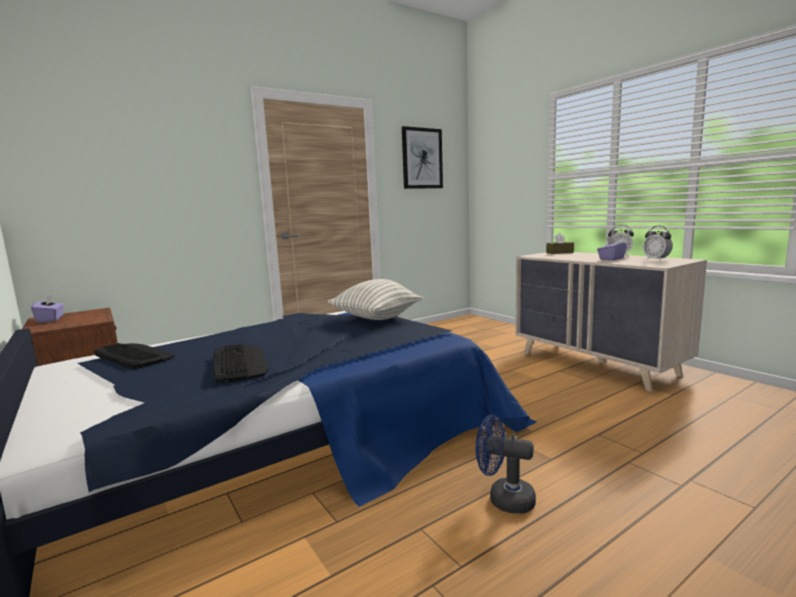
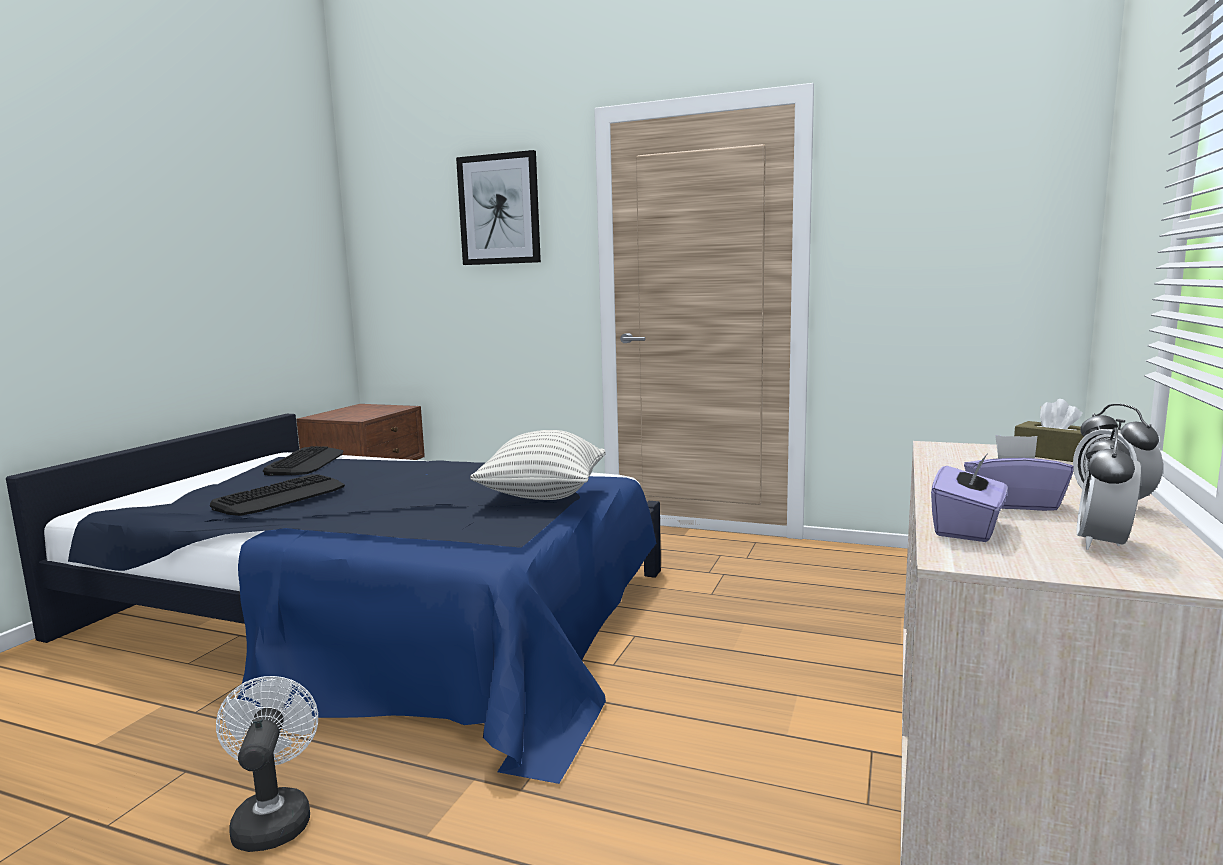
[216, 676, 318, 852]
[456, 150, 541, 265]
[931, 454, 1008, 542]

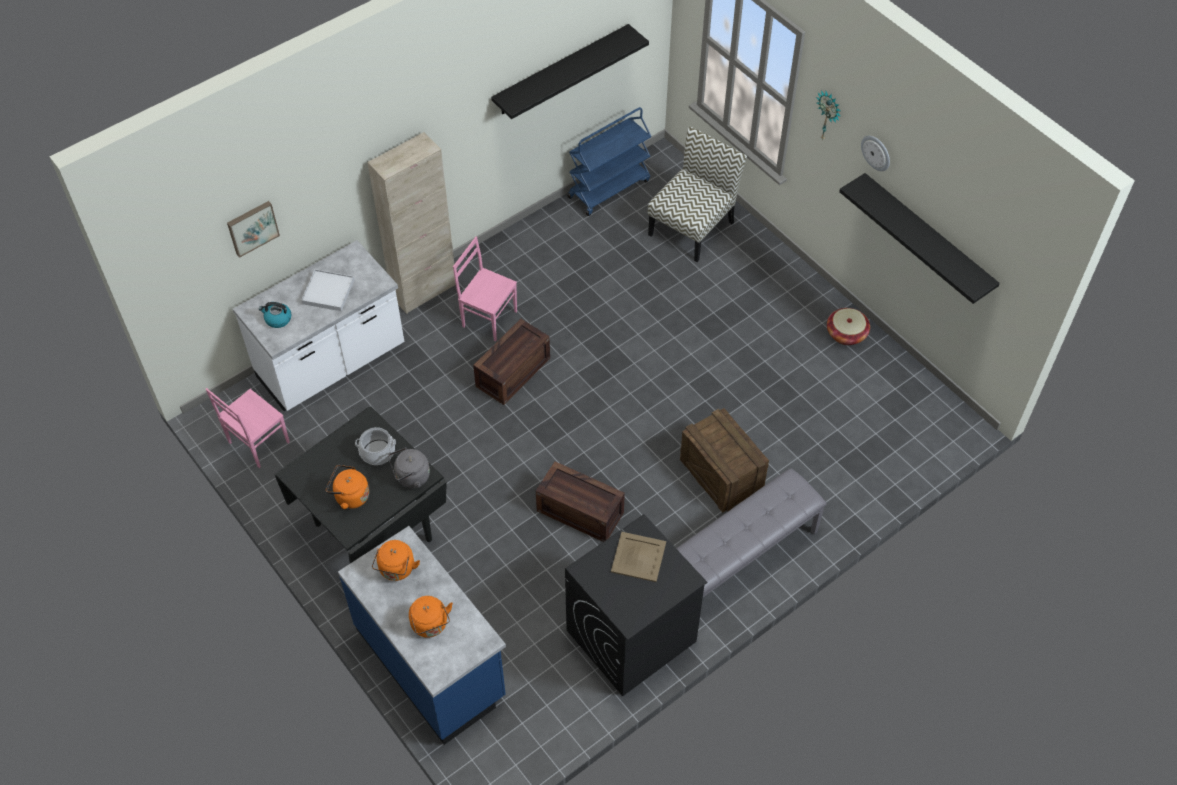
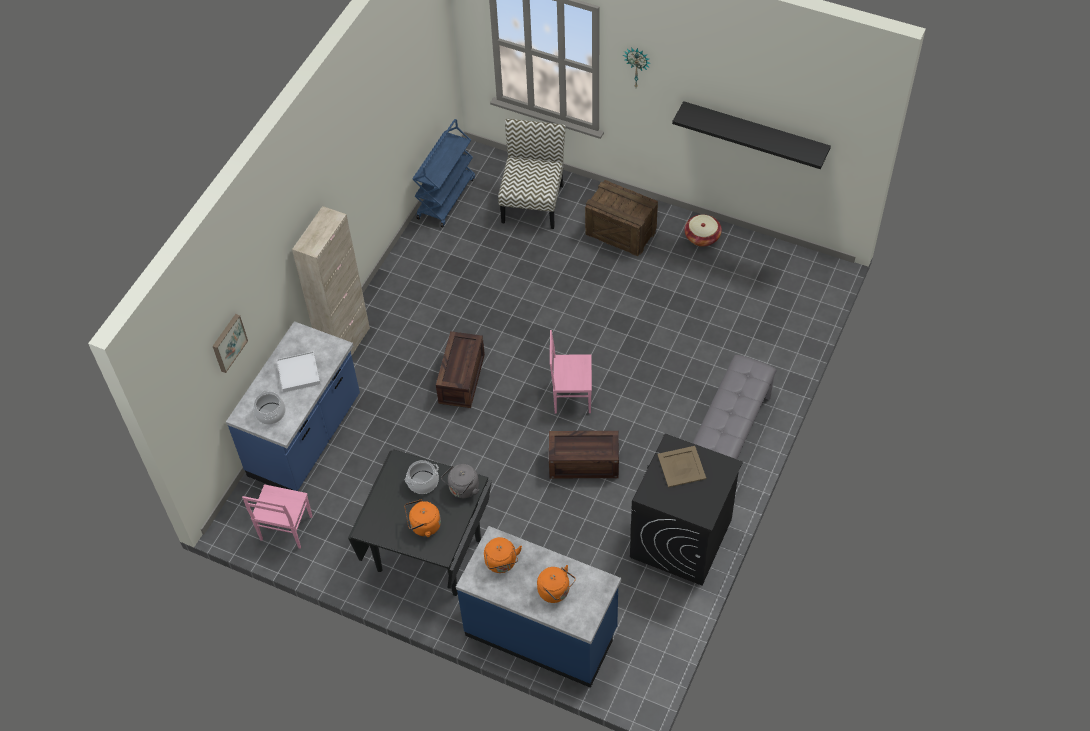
[226, 321, 360, 491]
[253, 391, 286, 425]
[550, 330, 592, 413]
[585, 180, 658, 256]
[491, 24, 649, 119] (first image)
[861, 136, 890, 171] (first image)

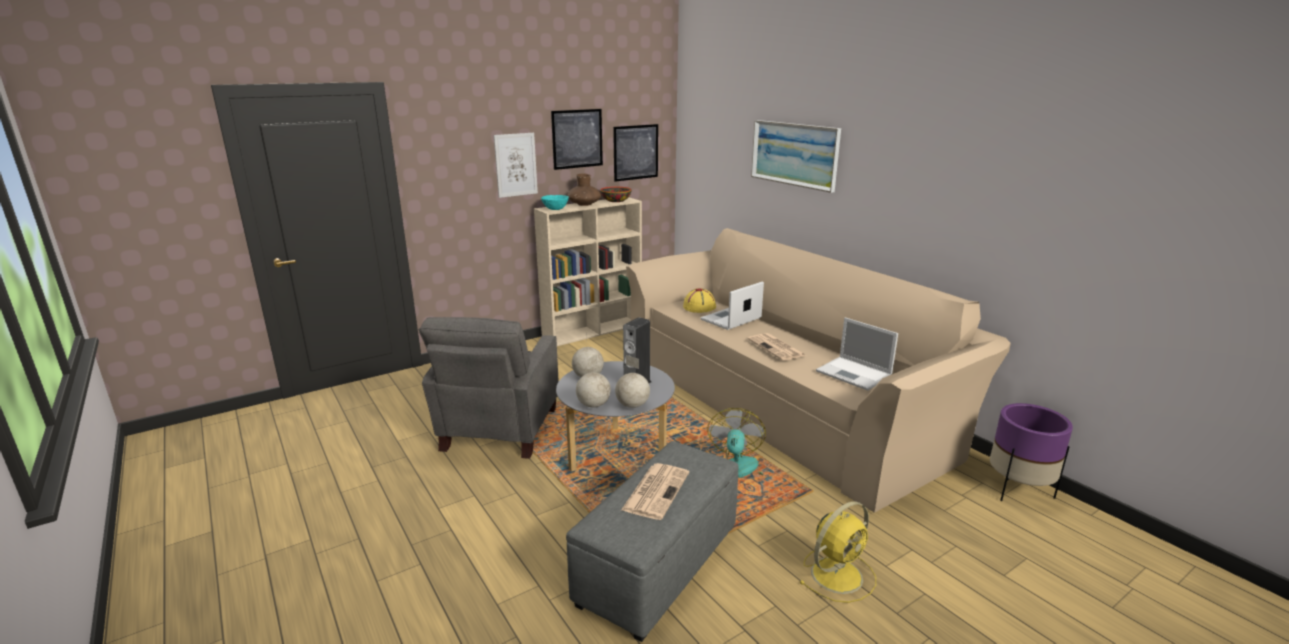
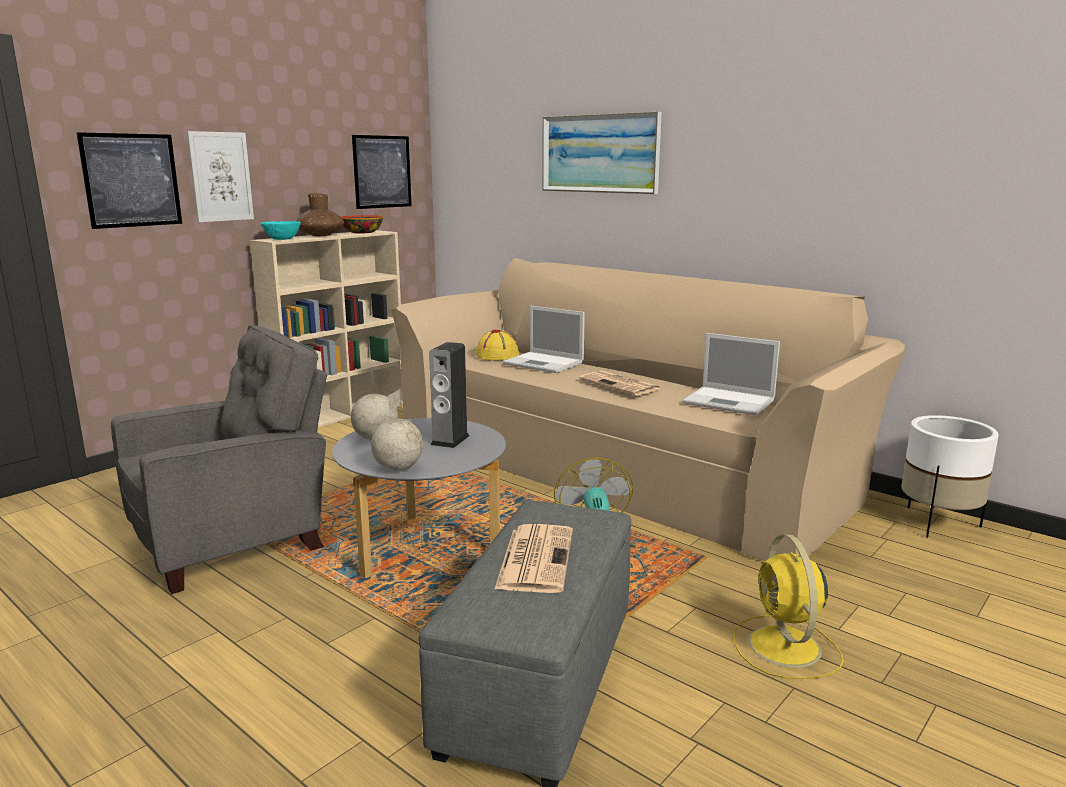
[76, 132, 182, 229]
[111, 325, 327, 594]
[503, 306, 585, 373]
[734, 534, 844, 679]
[901, 415, 999, 538]
[615, 355, 650, 408] (first image)

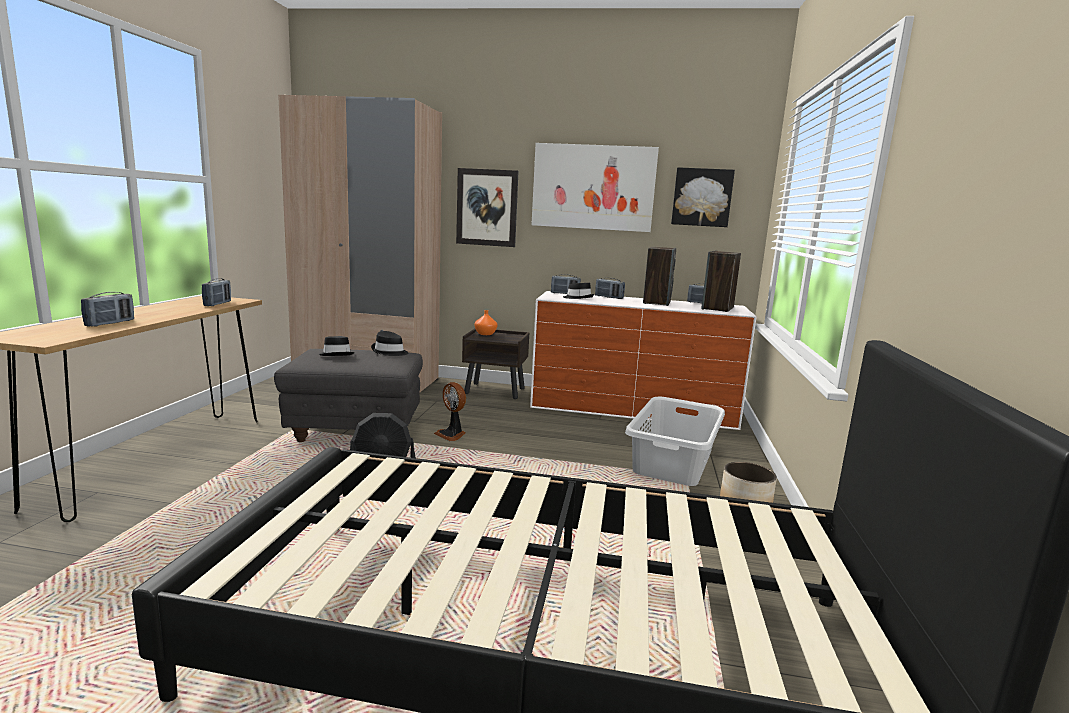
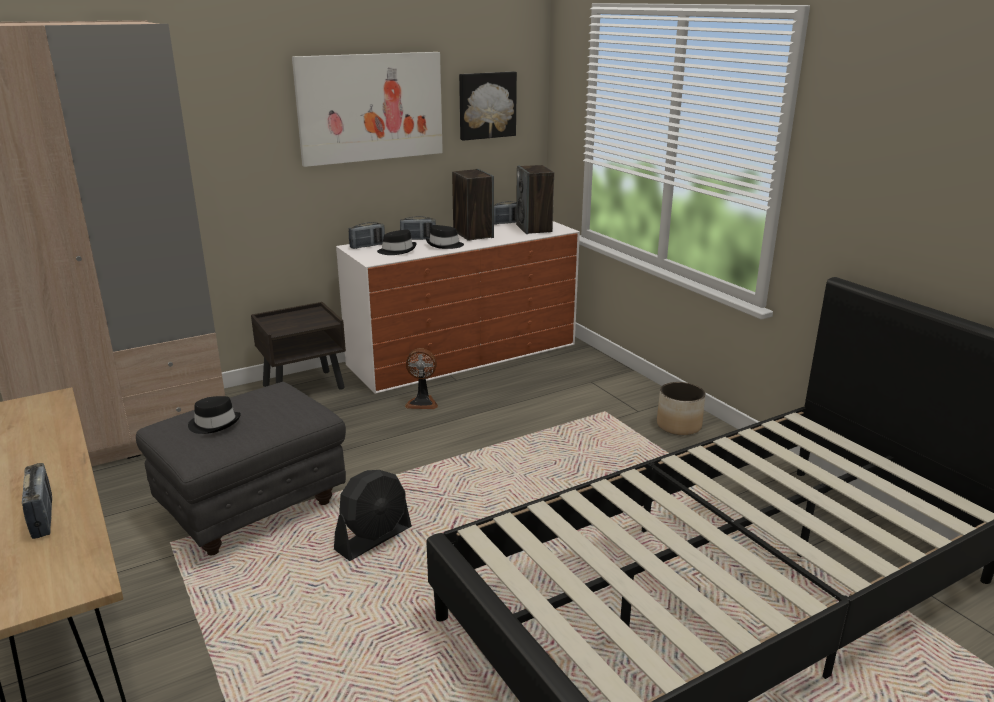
[405, 348, 438, 409]
[426, 225, 464, 249]
[202, 278, 231, 306] (first image)
[456, 168, 519, 247] (first image)
[474, 310, 498, 335] (first image)
[625, 396, 725, 486] (first image)

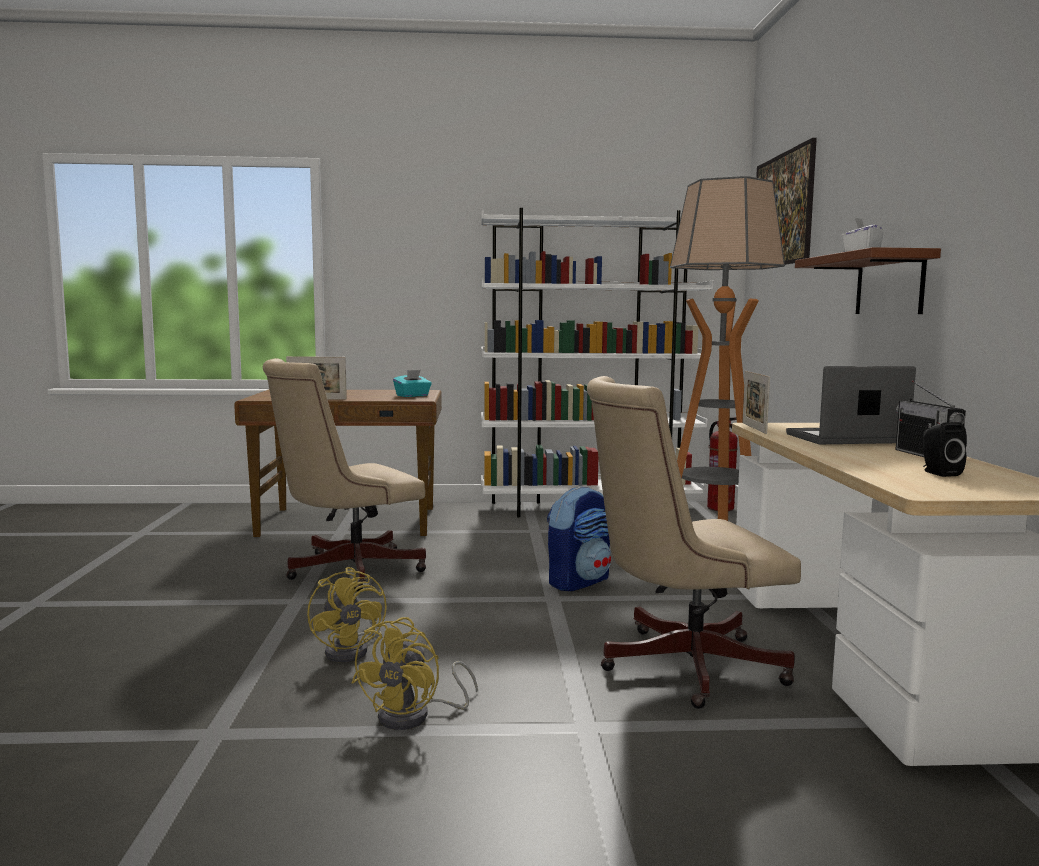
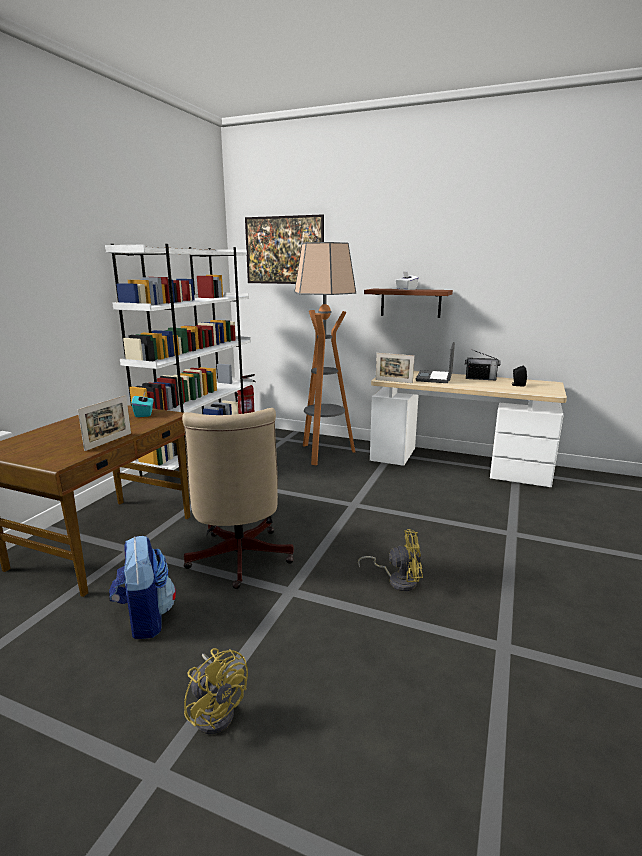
[109, 536, 176, 639]
[184, 648, 248, 734]
[587, 376, 801, 709] (first image)

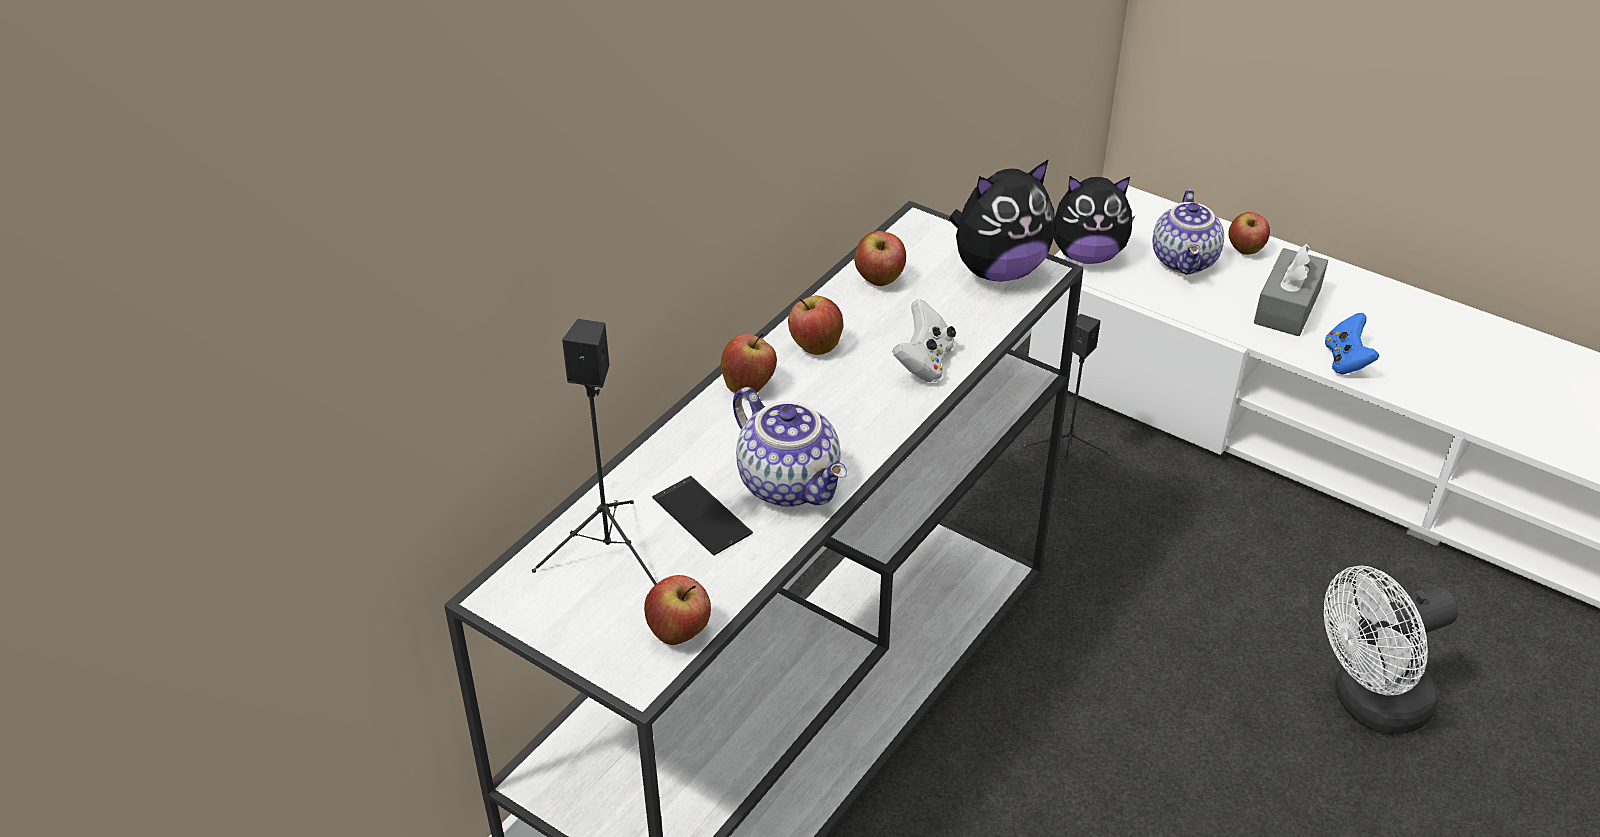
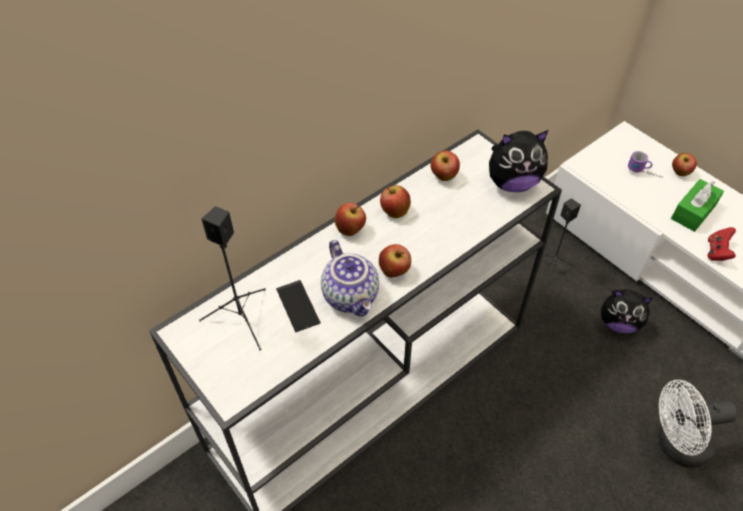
[379, 244, 411, 277]
[601, 289, 653, 333]
[628, 151, 663, 178]
[671, 179, 724, 232]
[707, 227, 736, 261]
[892, 299, 956, 382] (first image)

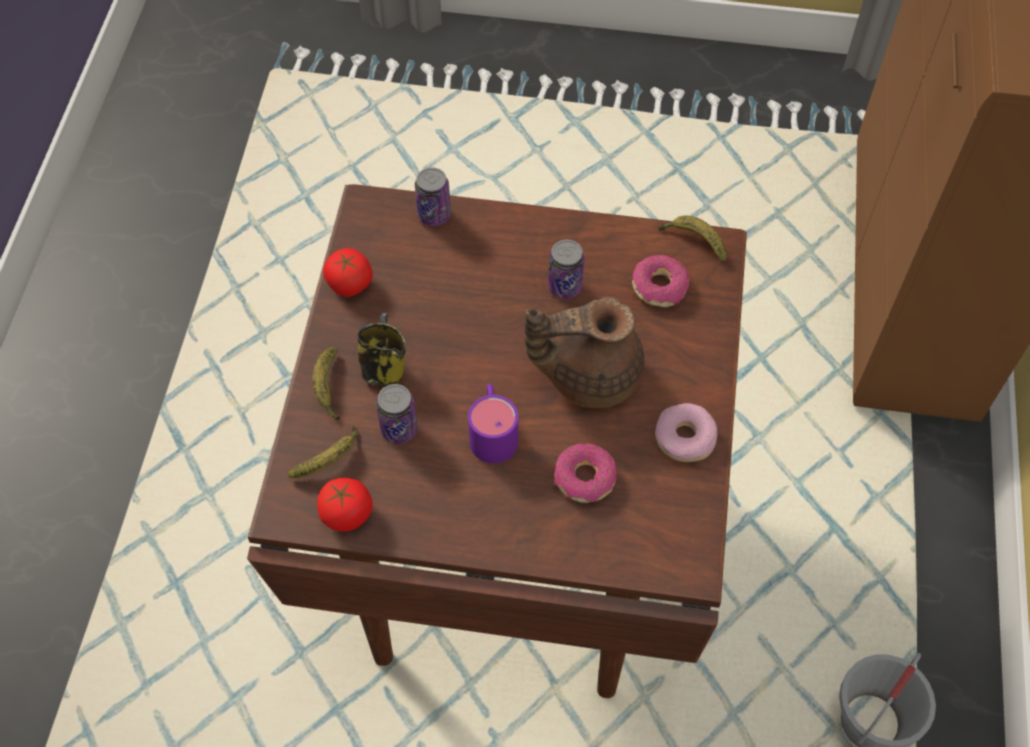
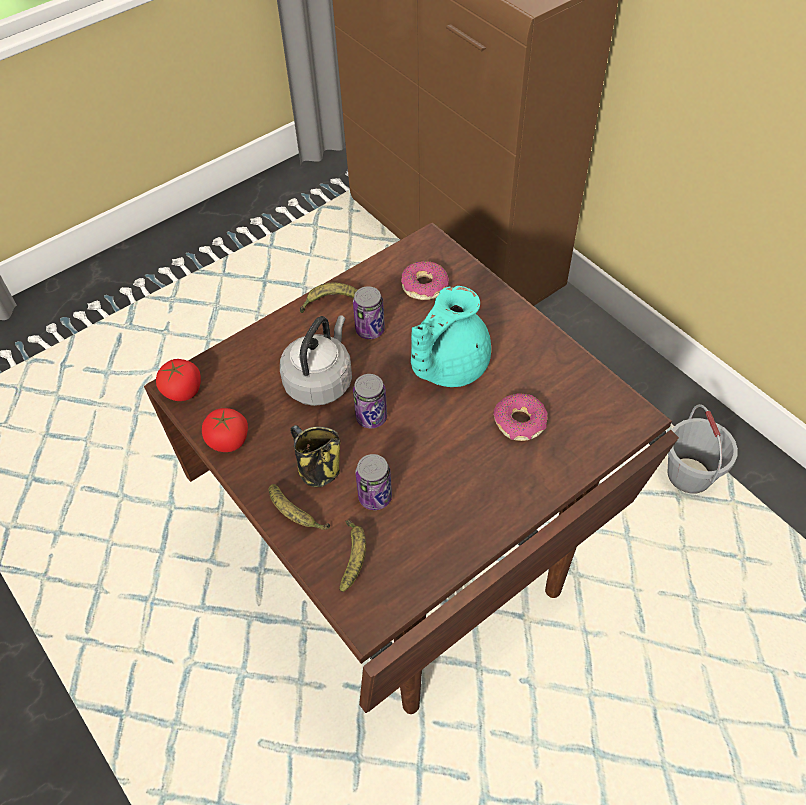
[156, 359, 201, 401]
[280, 315, 352, 406]
[300, 283, 358, 313]
[353, 374, 387, 428]
[411, 286, 491, 387]
[468, 384, 518, 463] (first image)
[655, 403, 717, 462] (first image)

